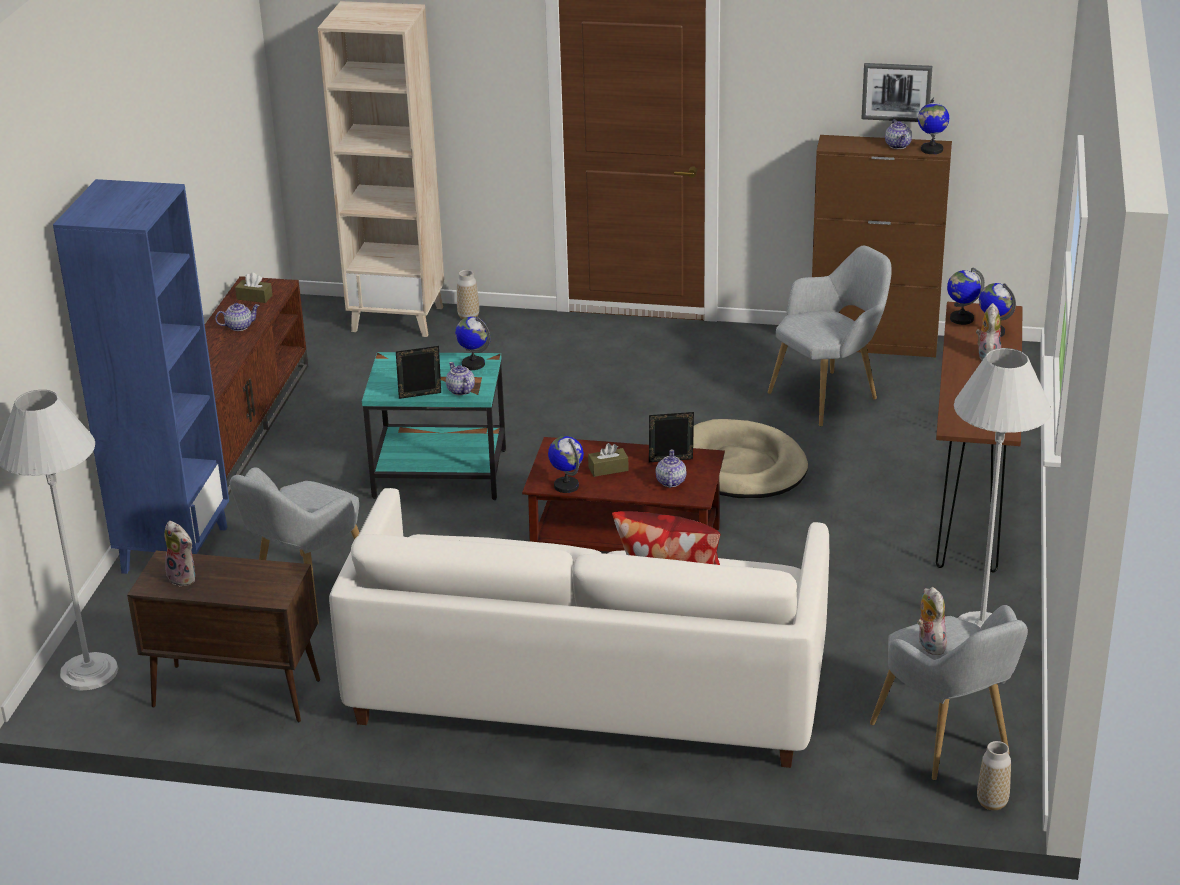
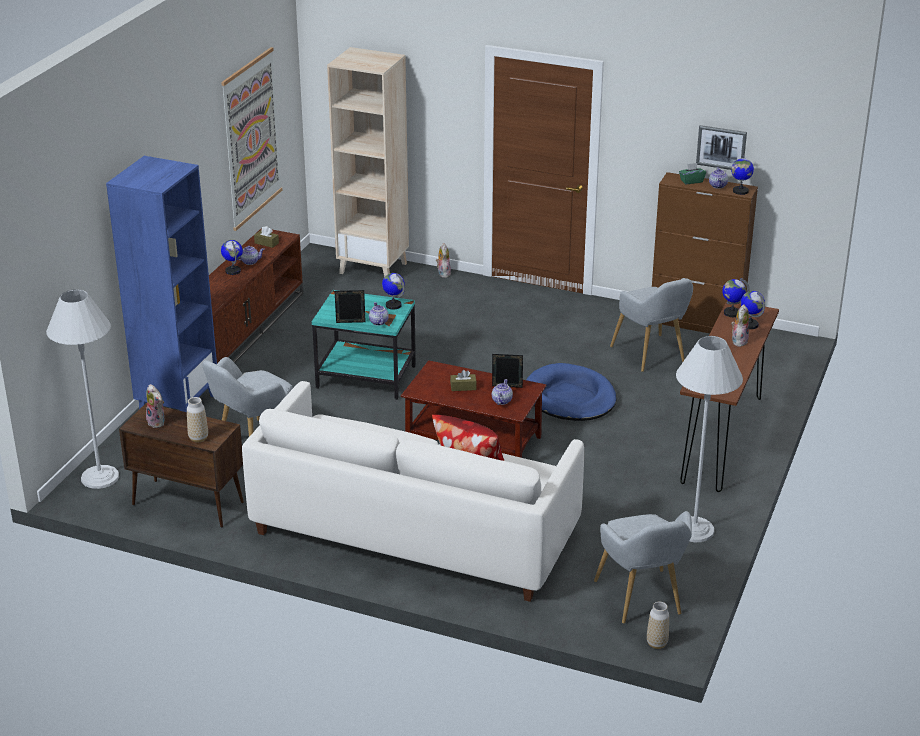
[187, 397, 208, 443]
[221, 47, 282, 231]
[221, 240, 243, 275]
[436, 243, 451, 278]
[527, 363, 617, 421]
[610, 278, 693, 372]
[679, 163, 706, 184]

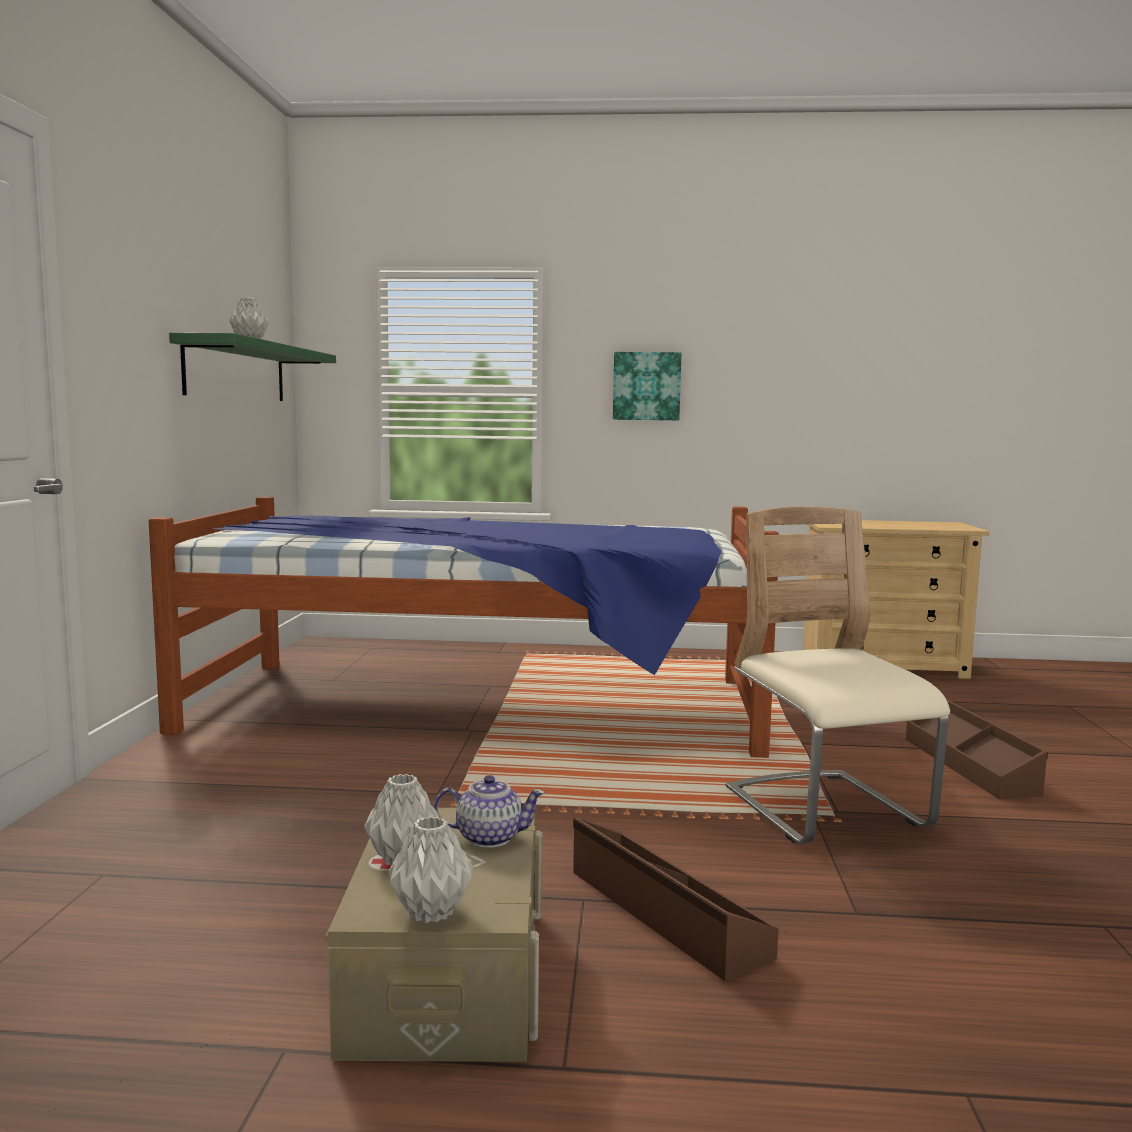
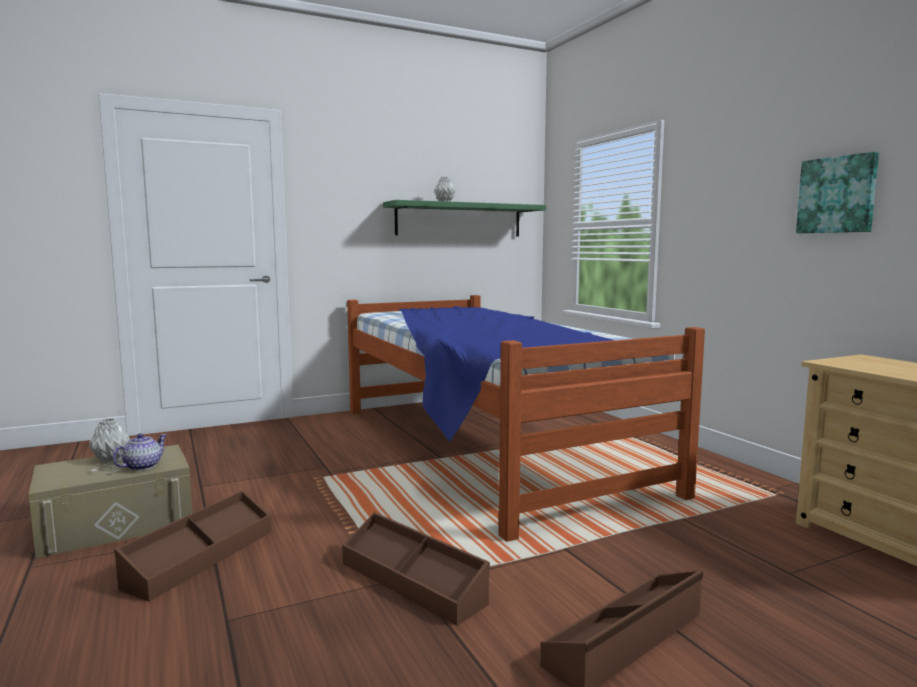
[112, 433, 167, 471]
[342, 512, 490, 626]
[796, 152, 879, 233]
[388, 816, 473, 923] (first image)

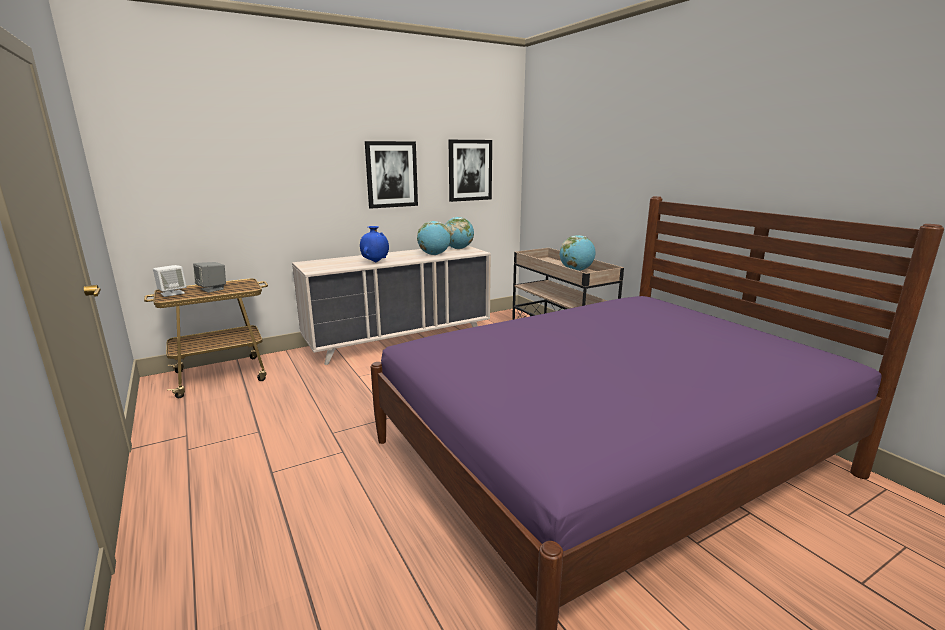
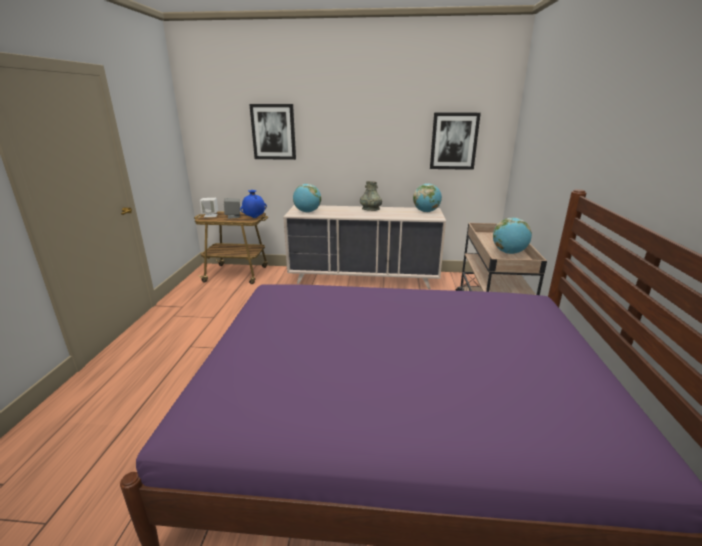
[240, 190, 267, 218]
[249, 104, 296, 160]
[293, 184, 321, 213]
[360, 181, 382, 211]

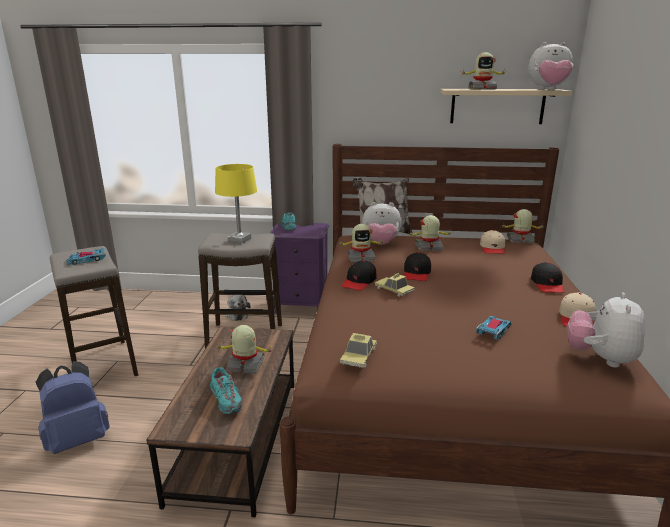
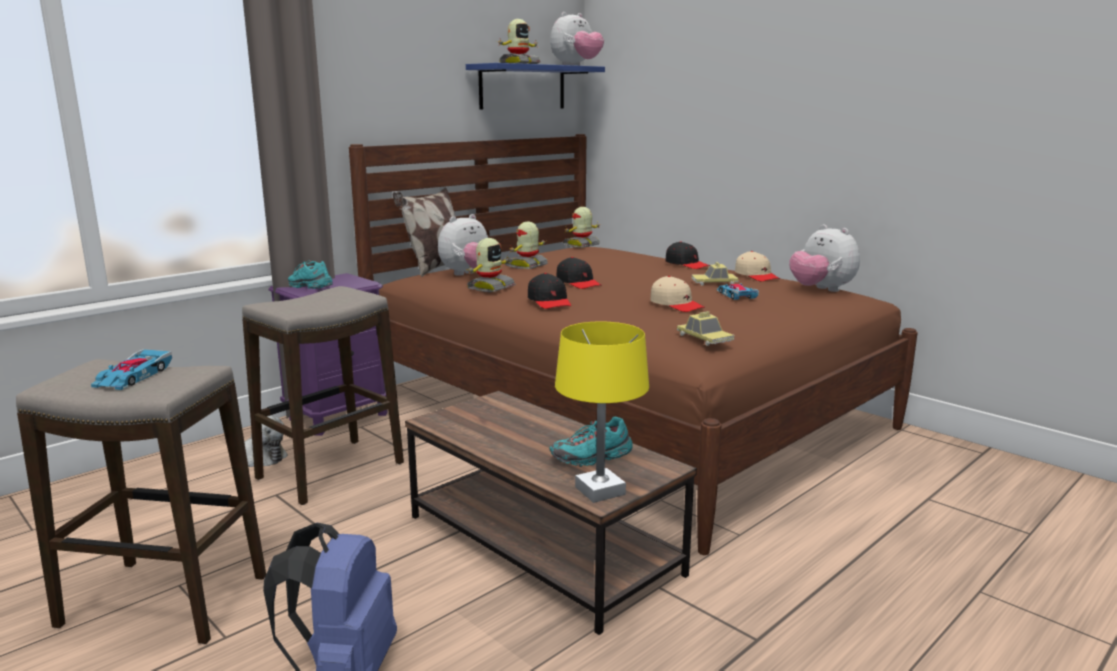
[466, 63, 605, 110]
[549, 417, 633, 467]
[555, 322, 649, 503]
[650, 276, 705, 312]
[691, 262, 739, 286]
[216, 325, 272, 374] (first image)

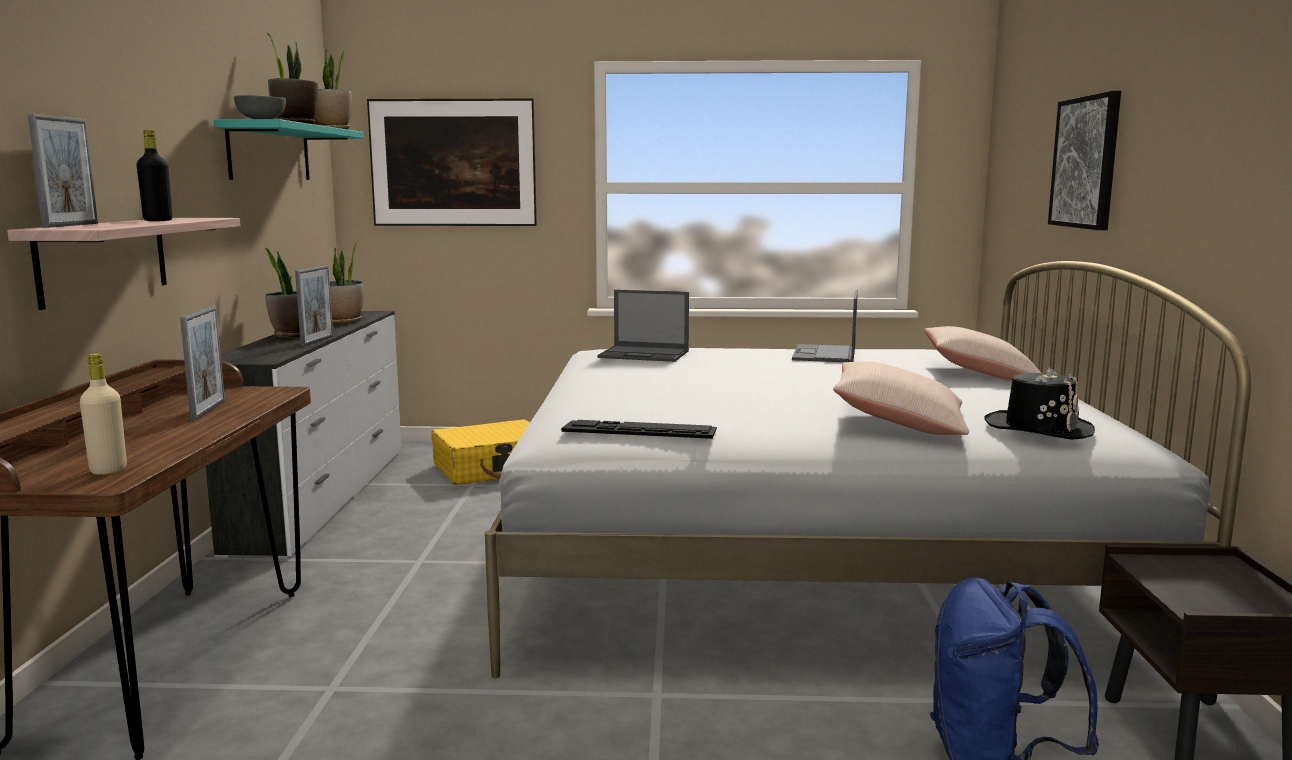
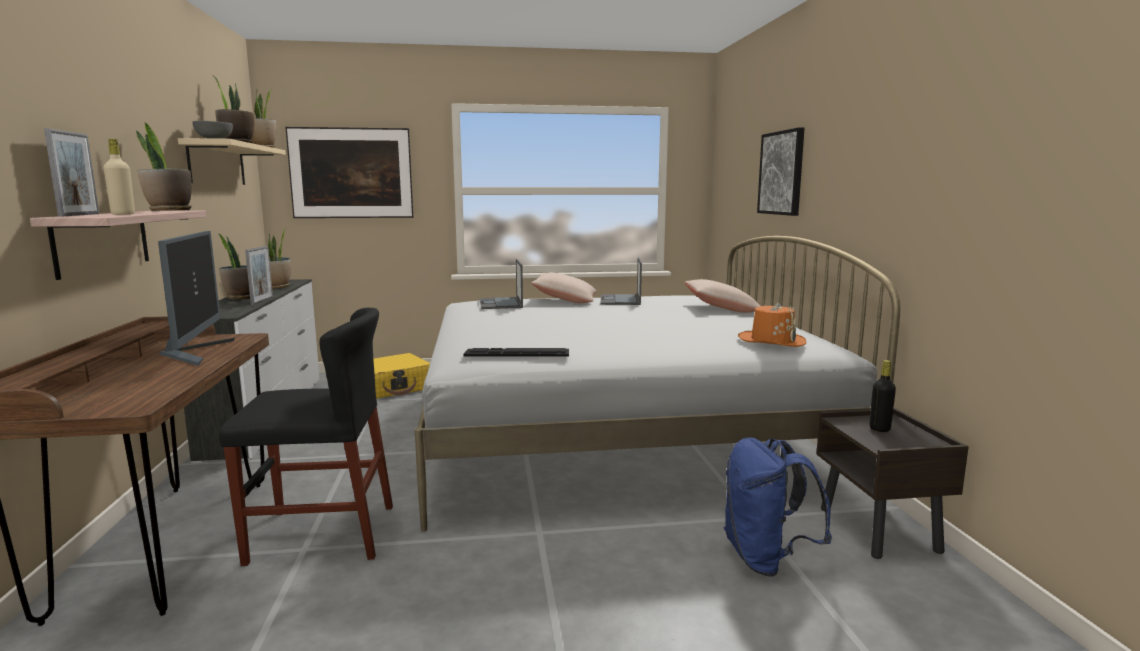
[104, 139, 135, 215]
[136, 123, 192, 211]
[158, 231, 235, 366]
[178, 138, 286, 185]
[219, 307, 393, 566]
[479, 259, 523, 309]
[532, 272, 597, 303]
[738, 302, 806, 347]
[870, 360, 896, 432]

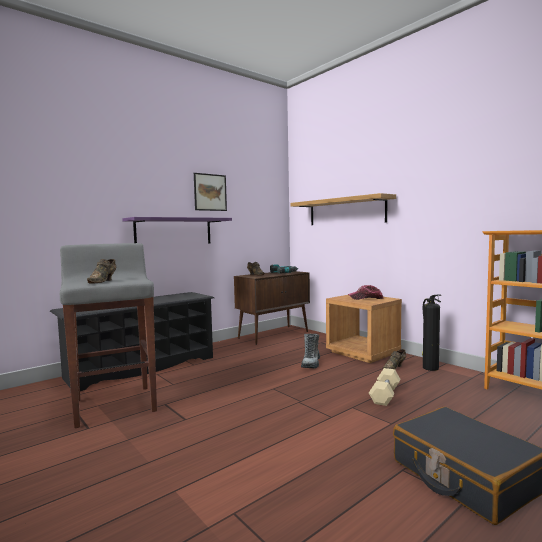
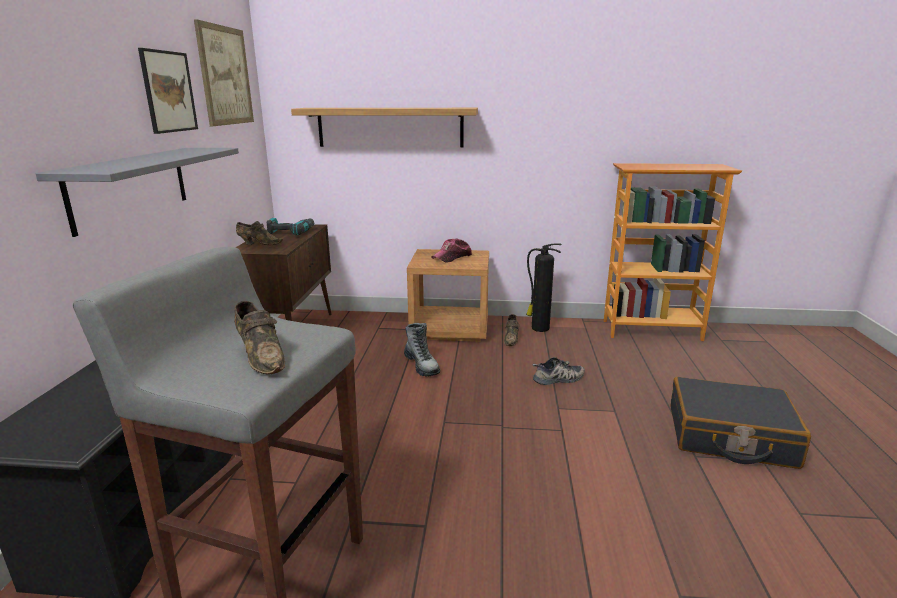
[36, 148, 239, 237]
[194, 19, 254, 126]
[532, 357, 585, 385]

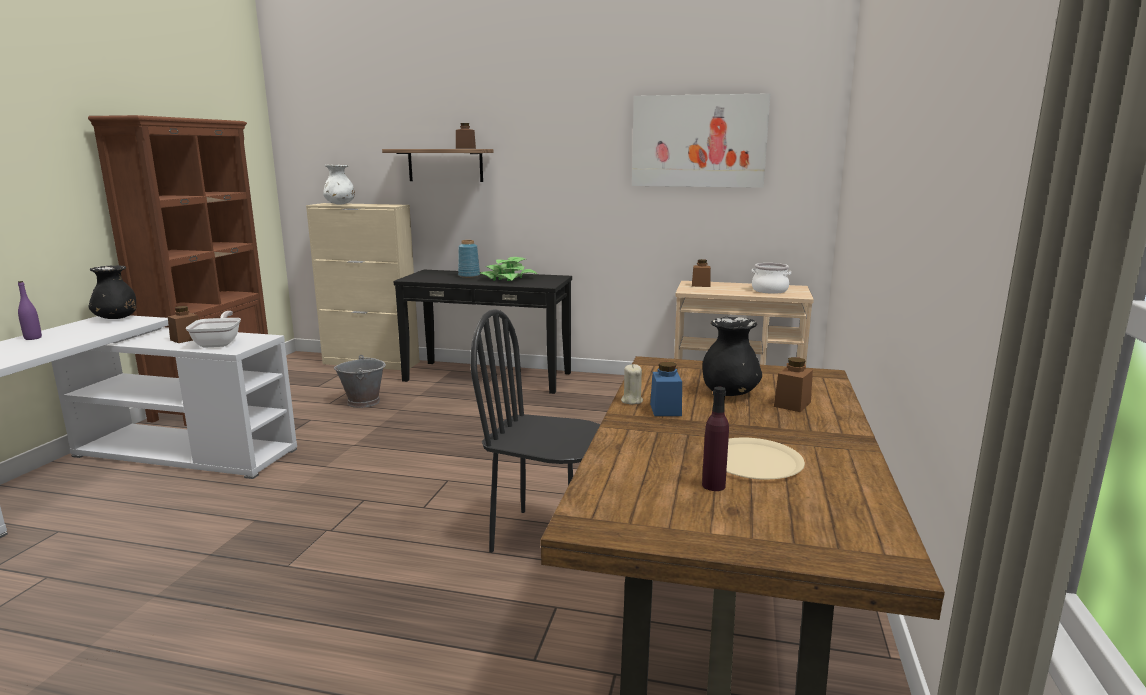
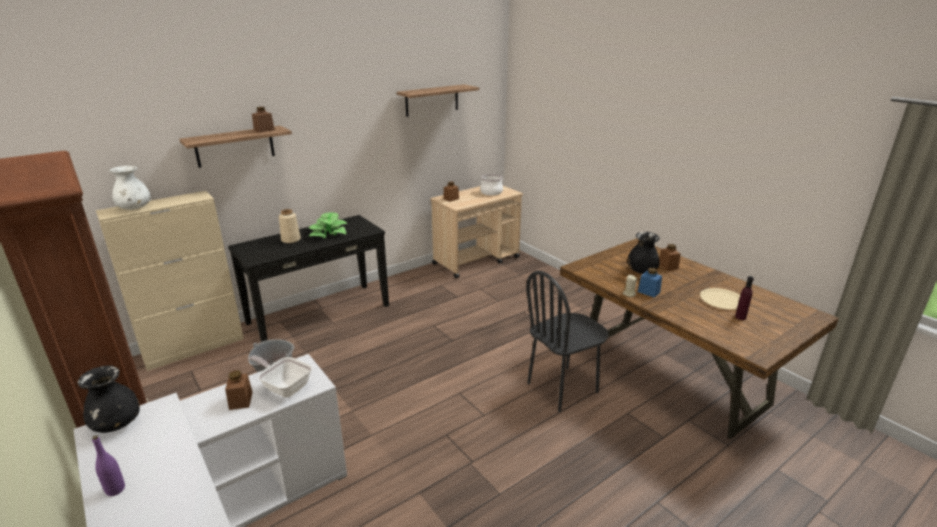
[279, 209, 301, 243]
[397, 84, 479, 117]

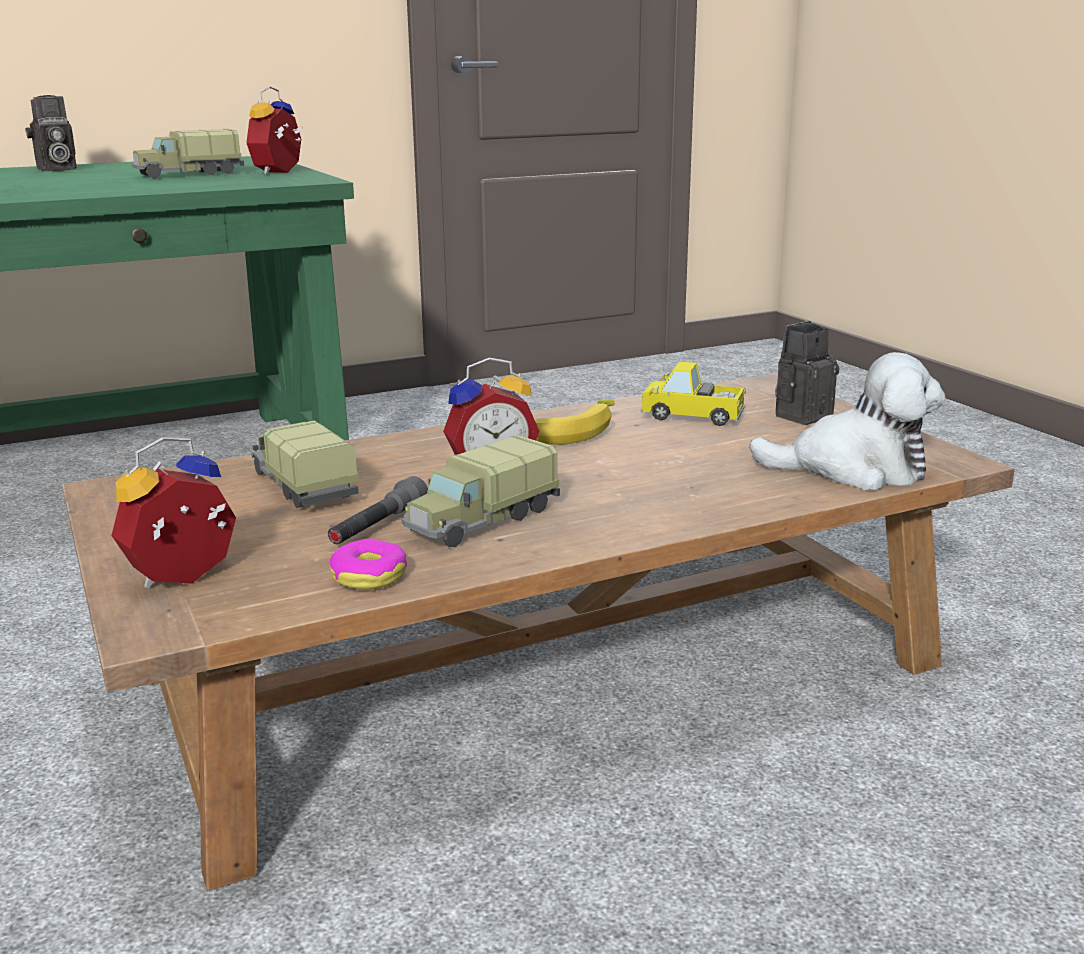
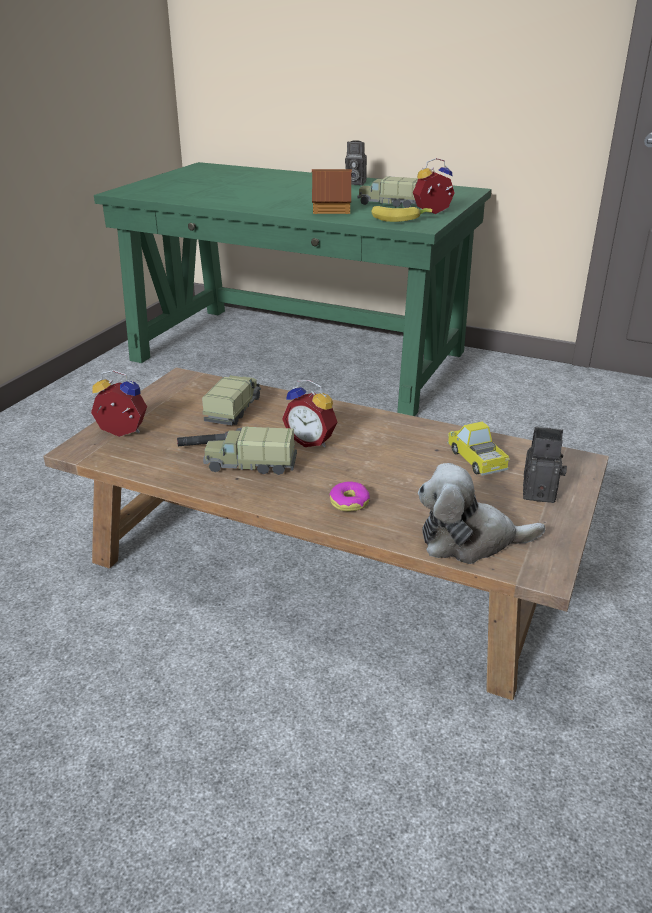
[312, 169, 352, 214]
[329, 482, 370, 512]
[371, 206, 432, 222]
[418, 463, 545, 564]

